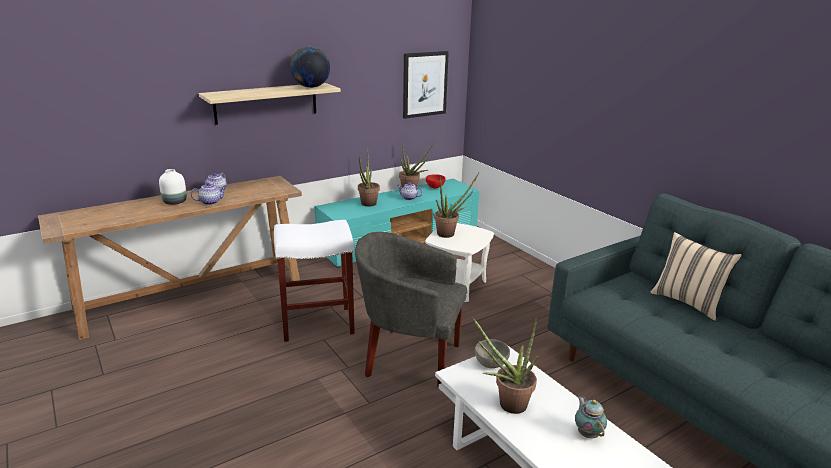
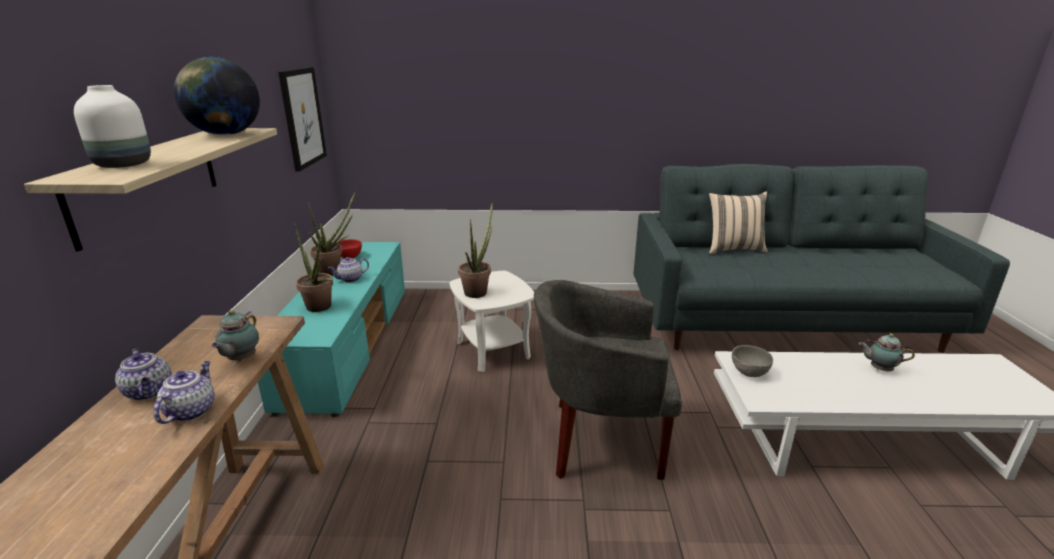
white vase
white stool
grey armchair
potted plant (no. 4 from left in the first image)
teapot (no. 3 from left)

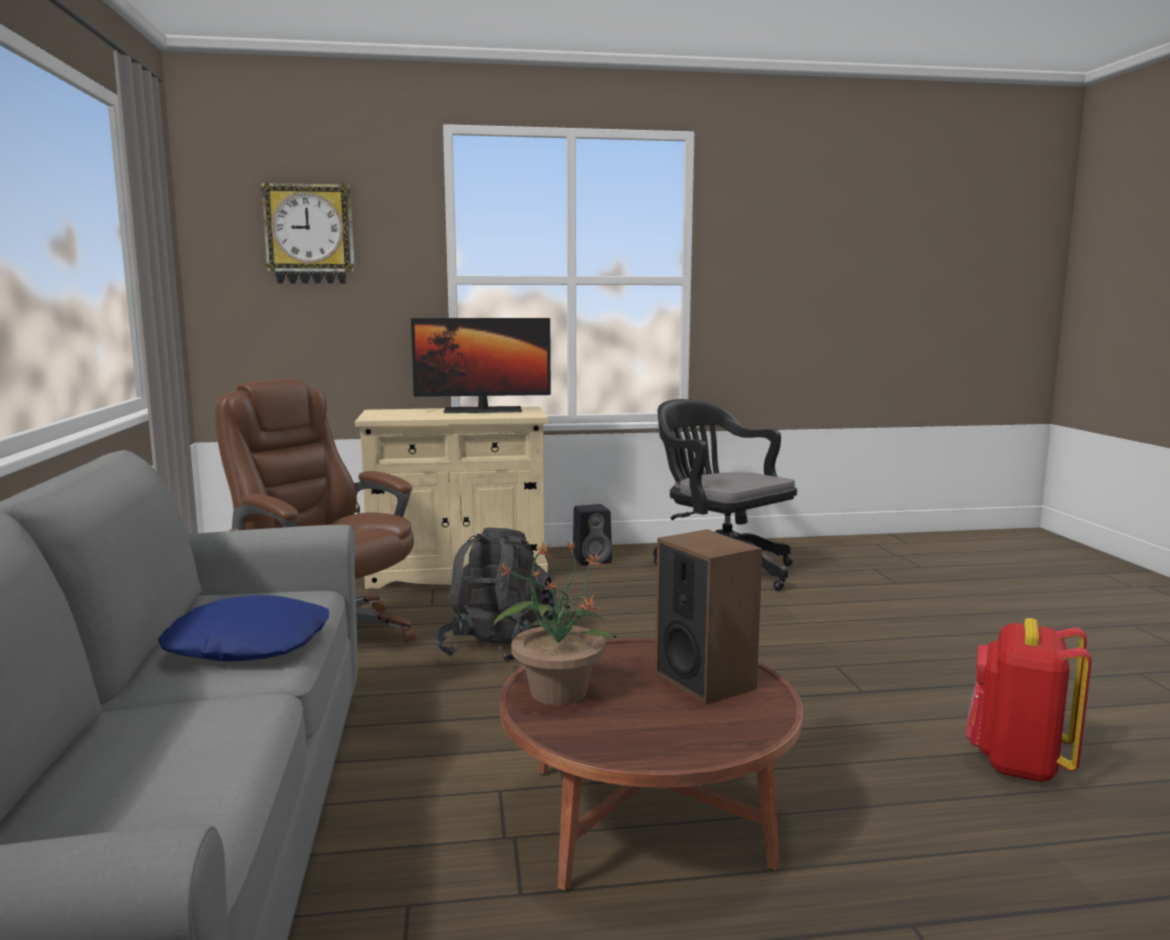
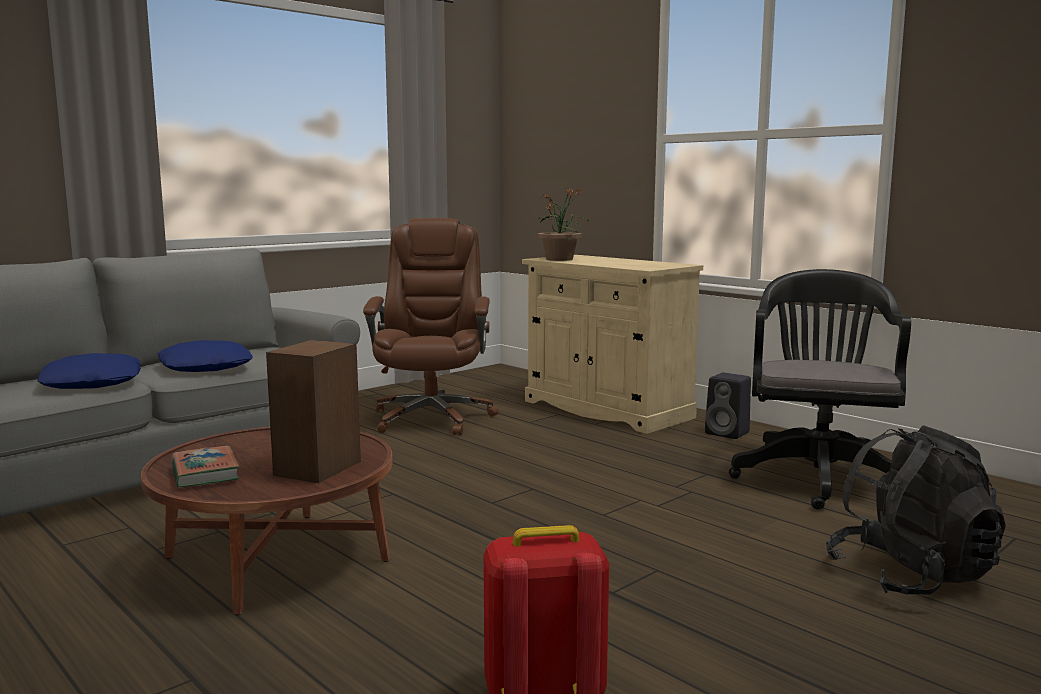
wall clock
monitor
black backpack
potted plant
blue pillow (no. 1 from left)
book

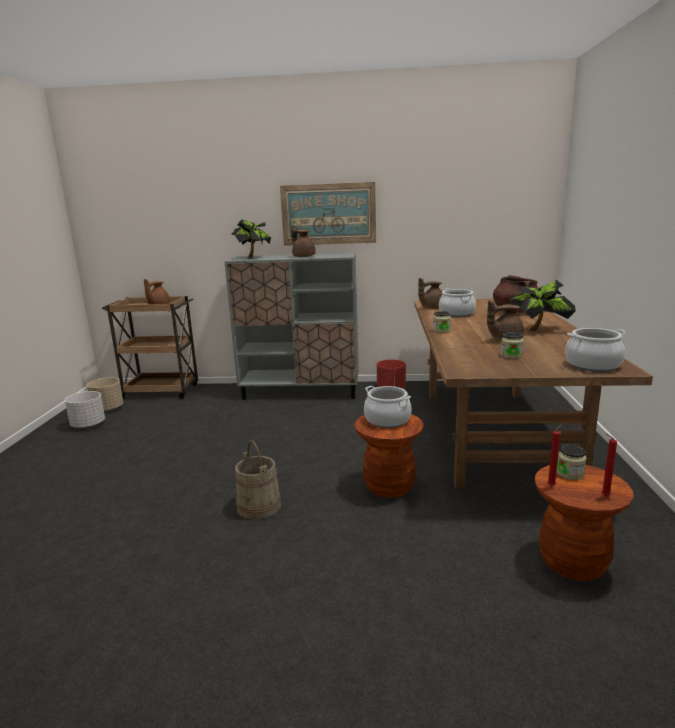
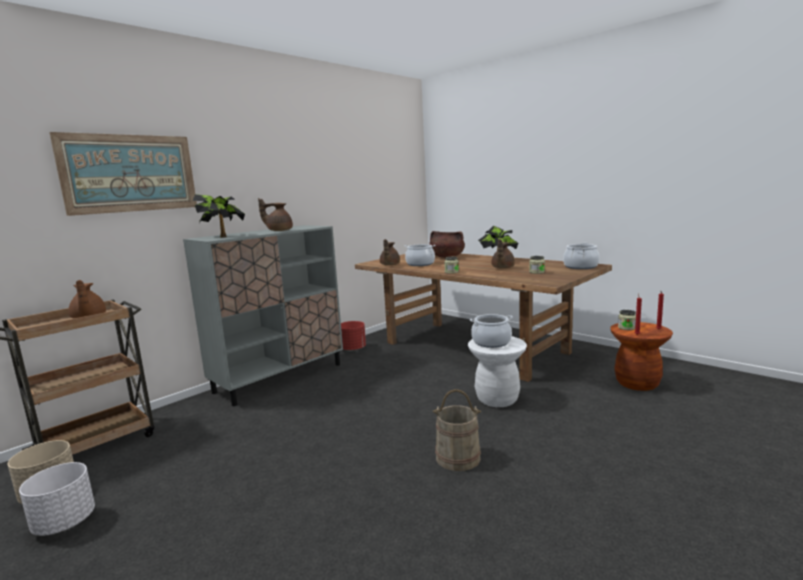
picture
white stool

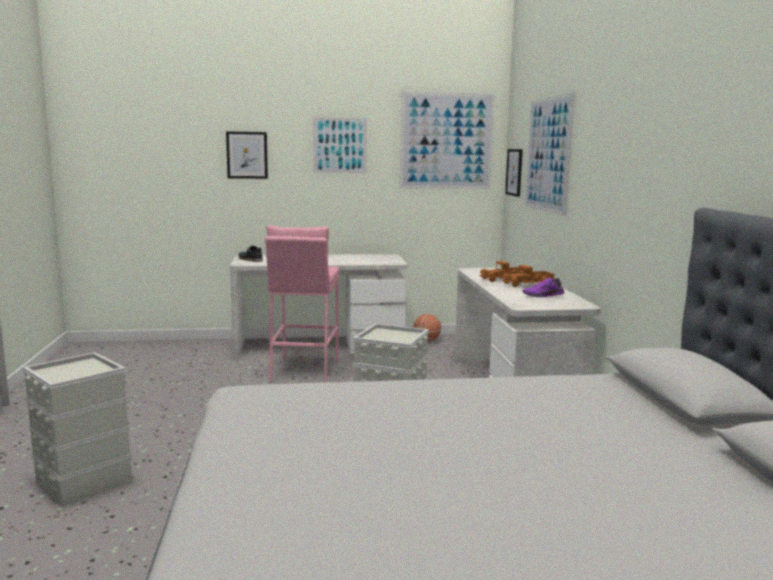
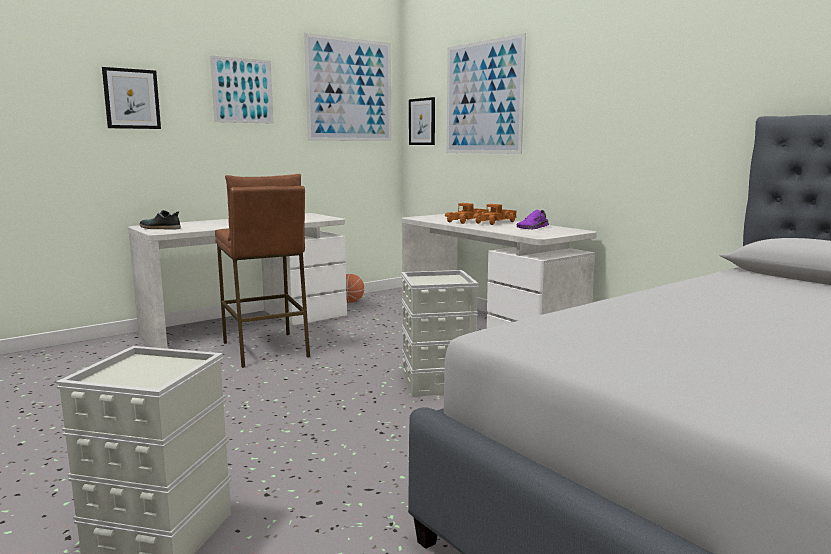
brown stool

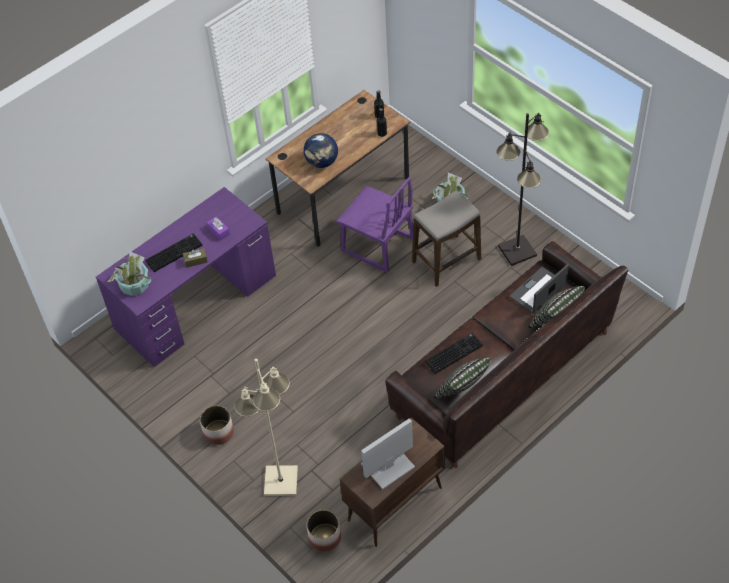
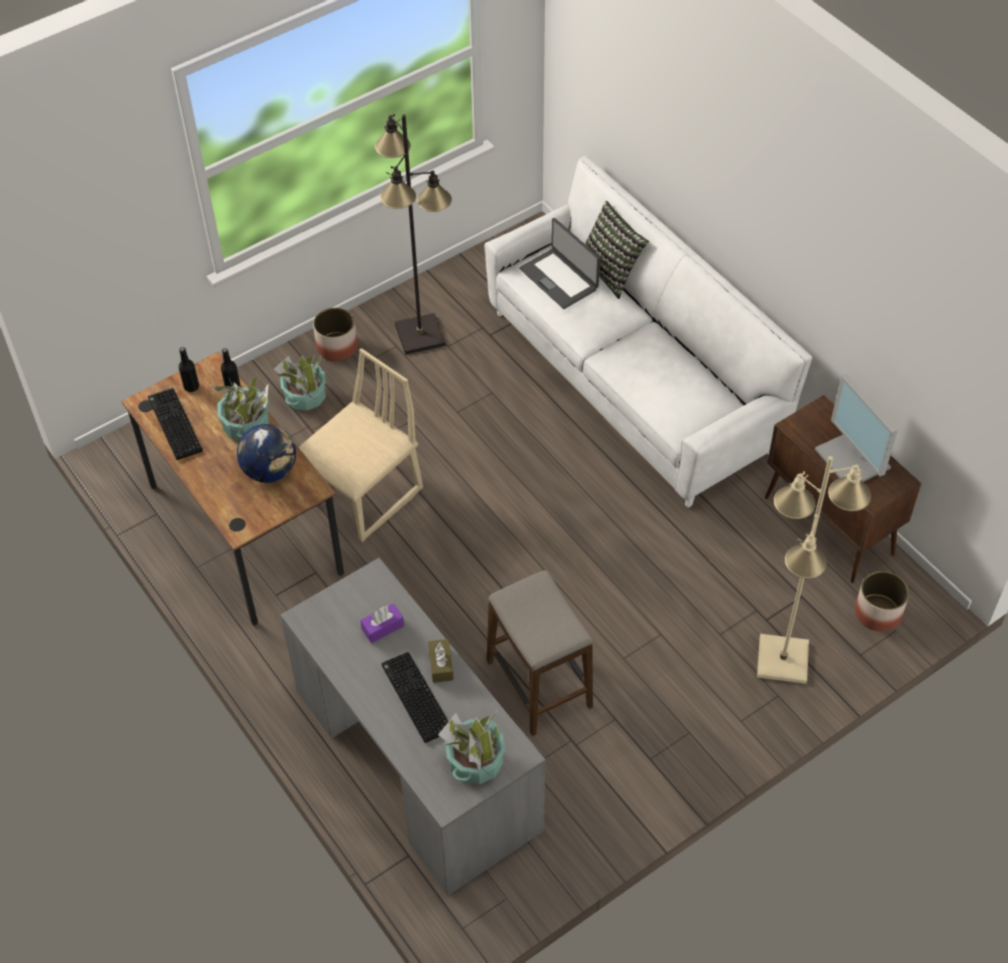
grey desk
planter (no. 1 from left)
beige chair
white sofa
stool
keyboard (no. 1 from left)
pillow (no. 1 from left in the first image)
potted plant (no. 1 from left)

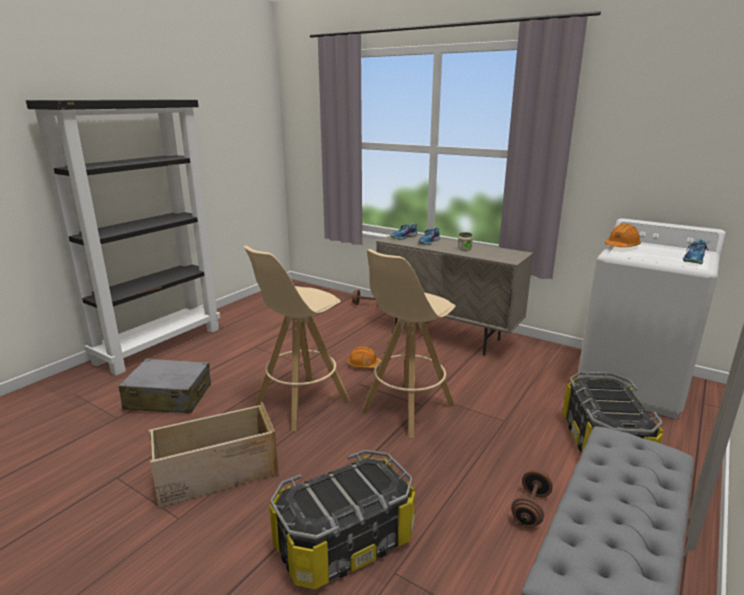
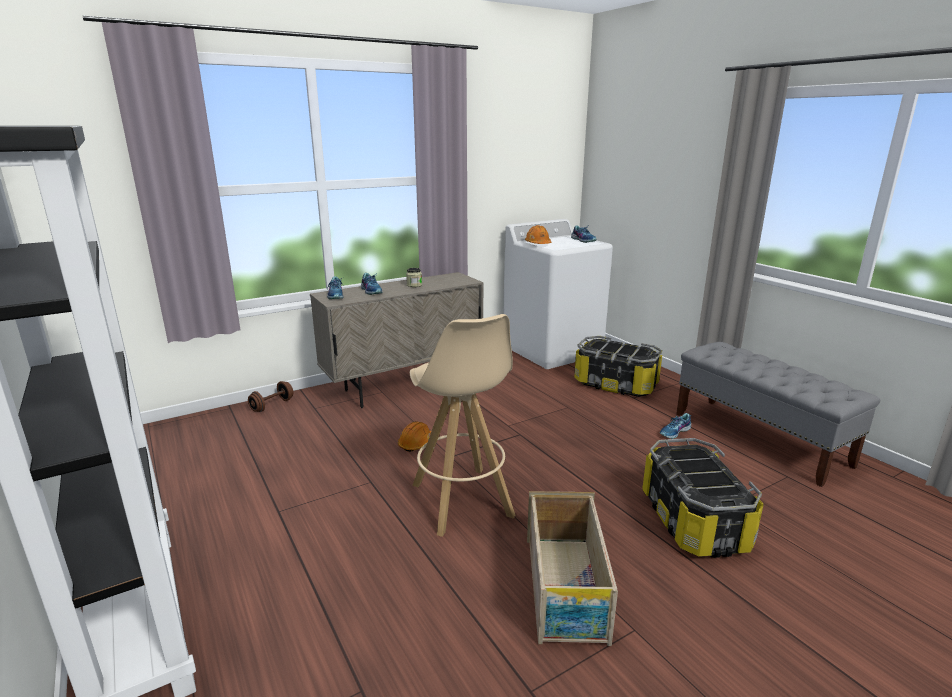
grey suitcase
beige stool (no. 2 from left in the first image)
shoe (no. 4 from left)

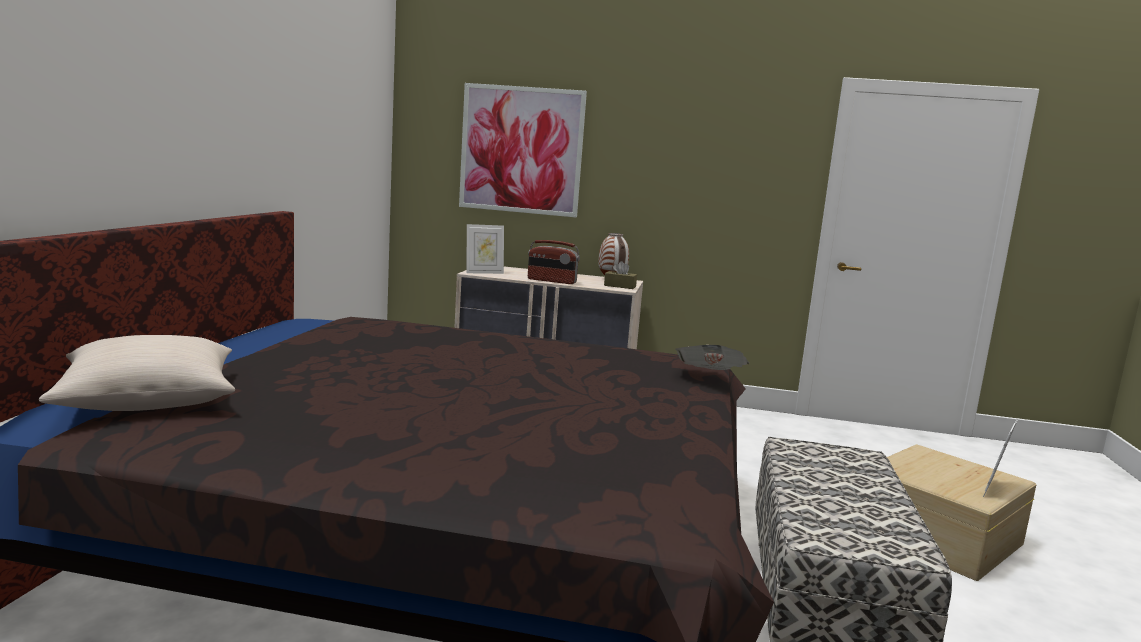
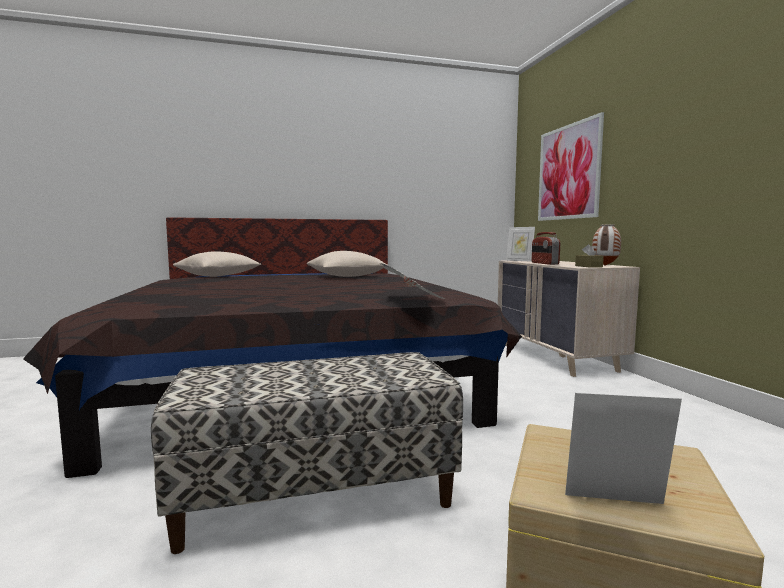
beige pillow (no. 2 from left)

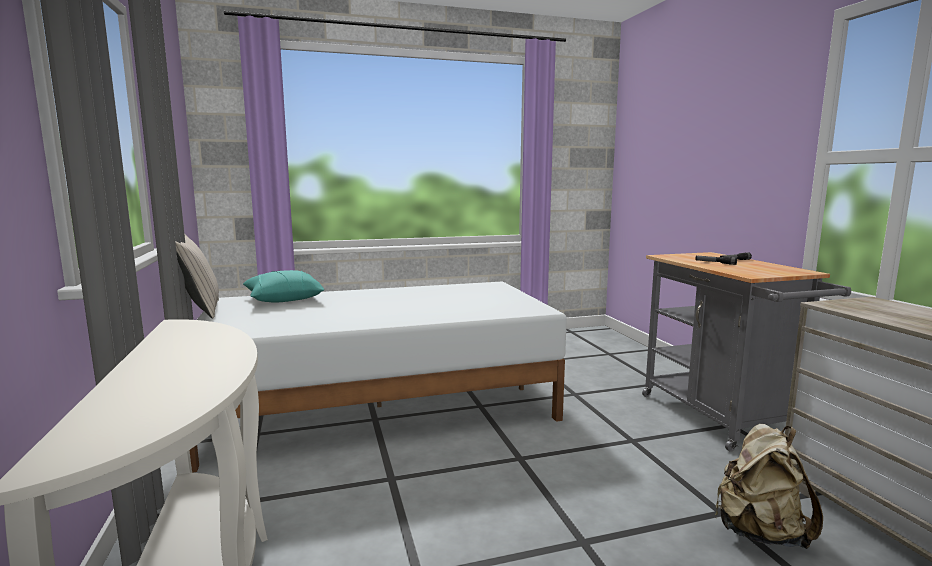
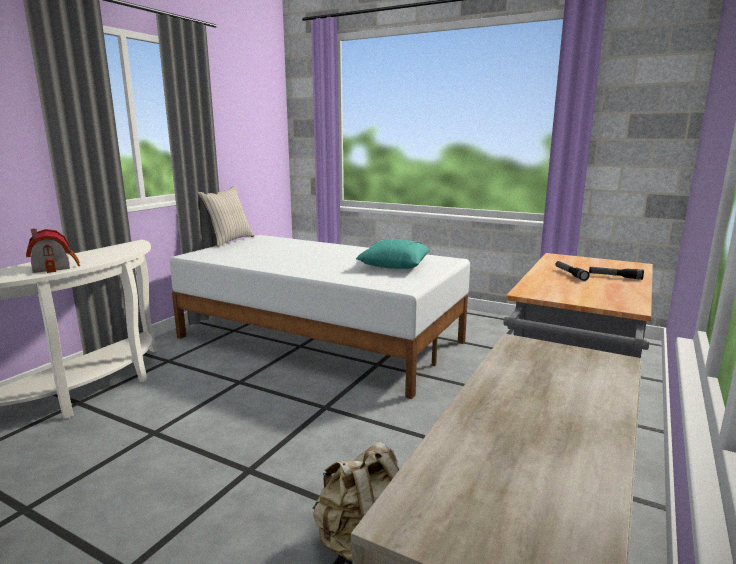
turquoise pillow
toy house

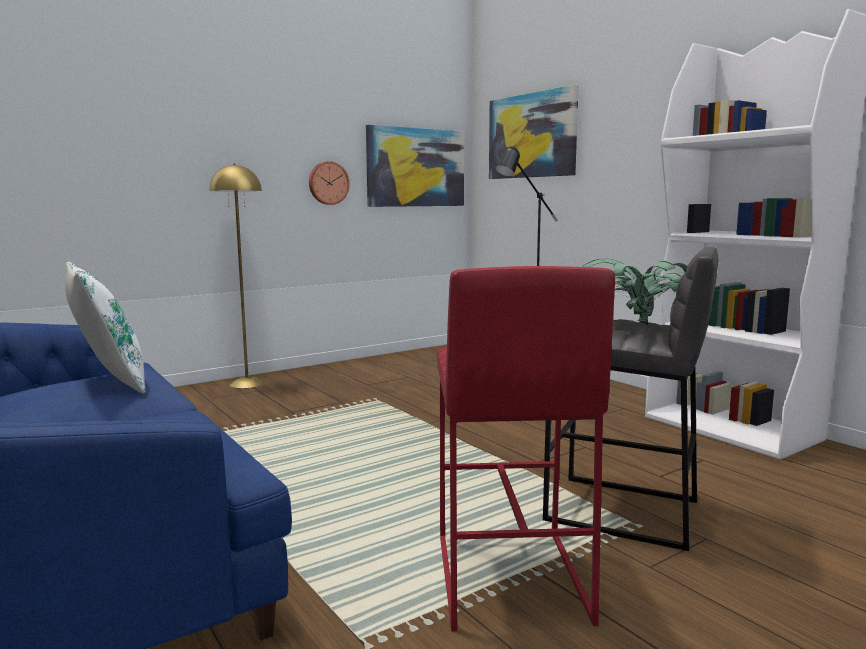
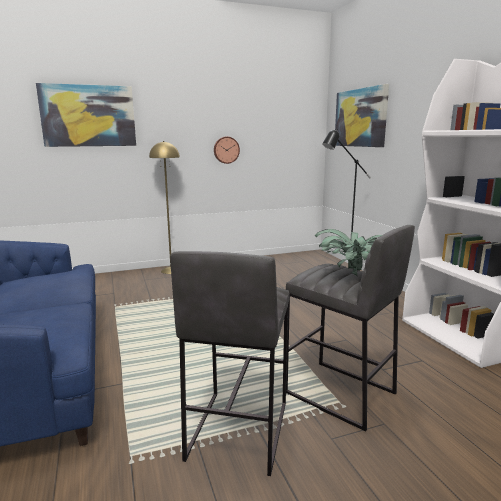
white pillow
picture (no. 1 from left)
grey stool (no. 1 from left)

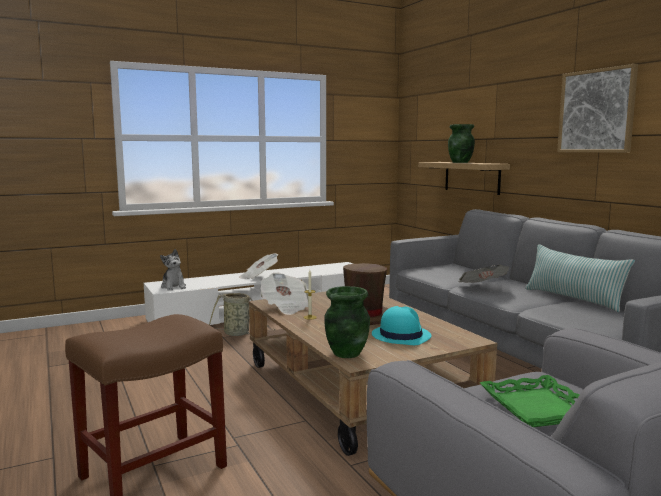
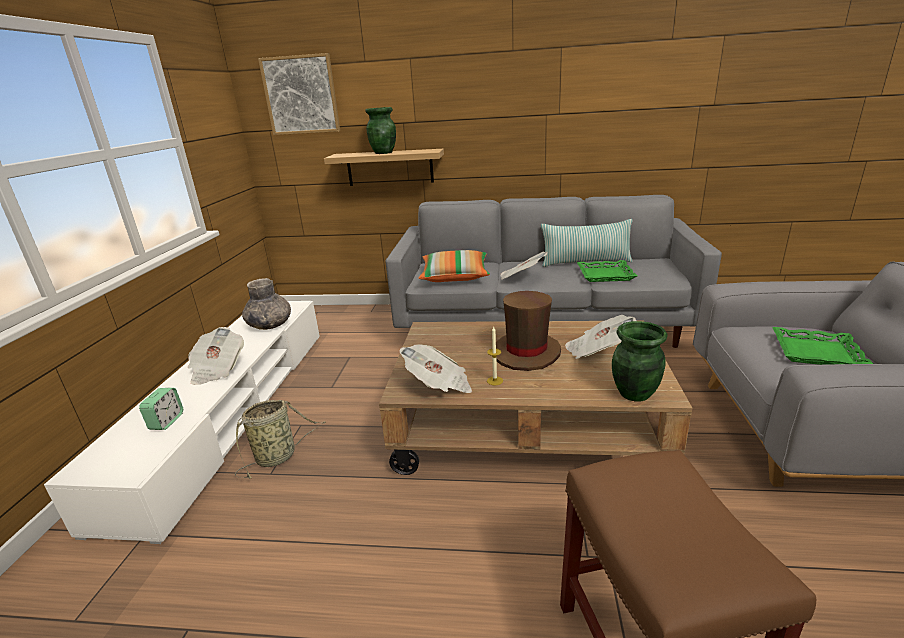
plush toy
newspaper (no. 4 from left)
picture
alarm clock
grey vase
pillow (no. 1 from left)
green tray (no. 1 from left)

